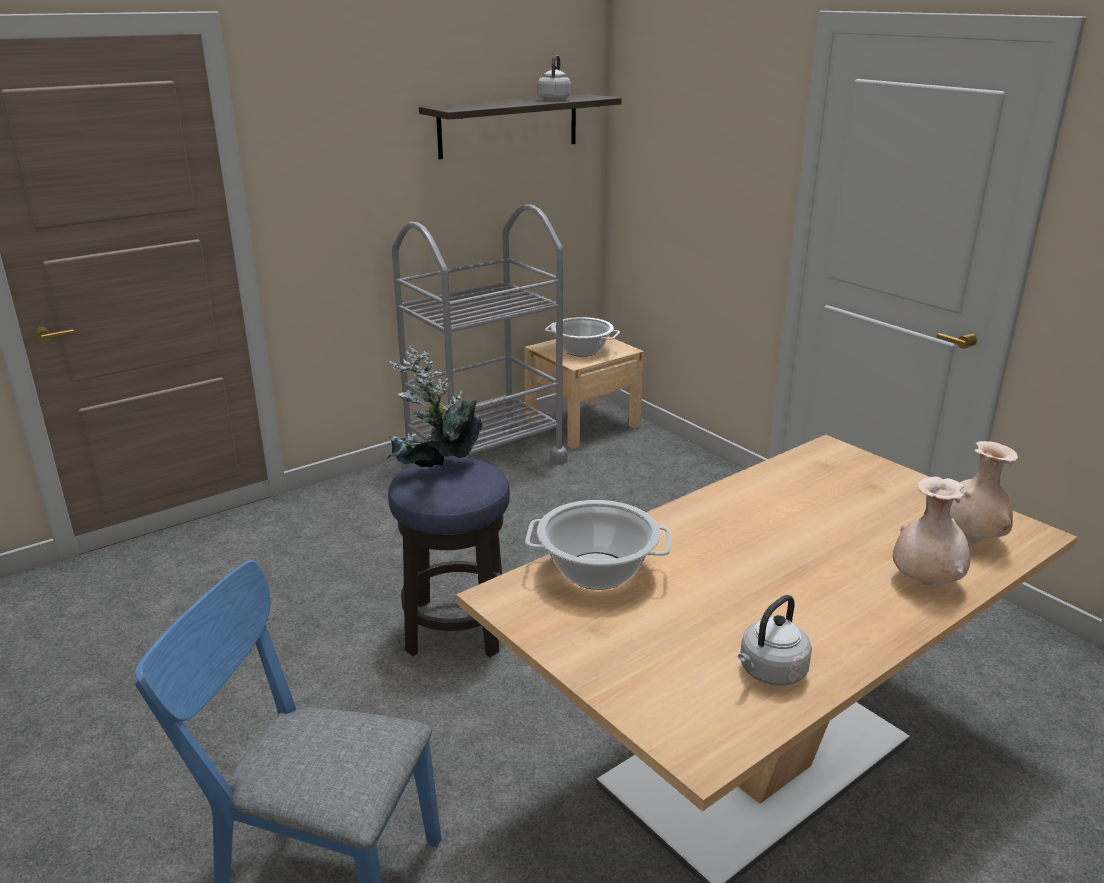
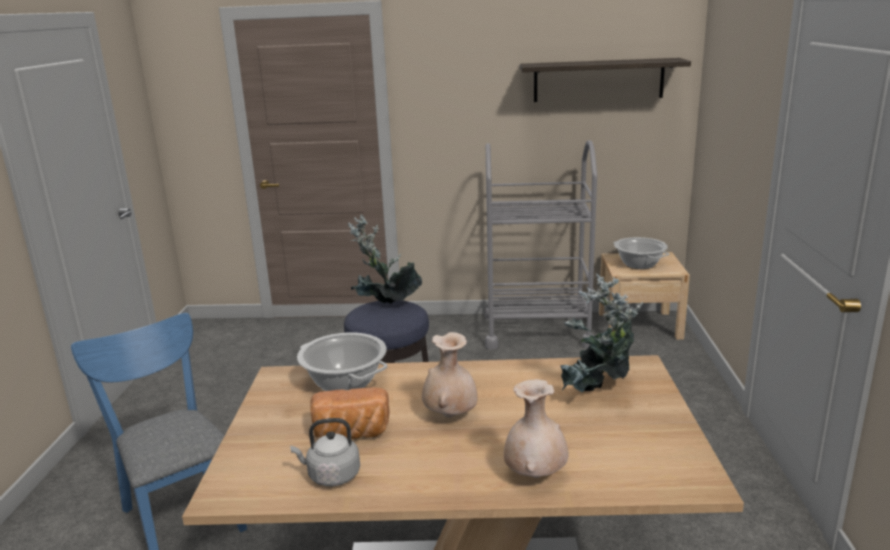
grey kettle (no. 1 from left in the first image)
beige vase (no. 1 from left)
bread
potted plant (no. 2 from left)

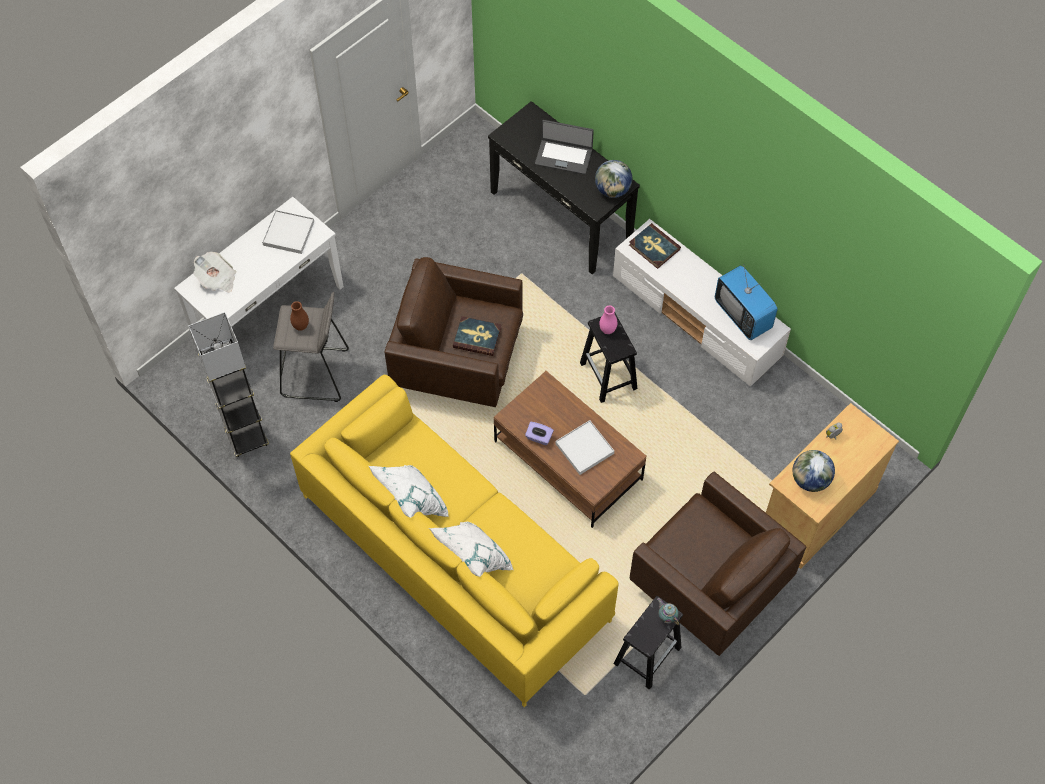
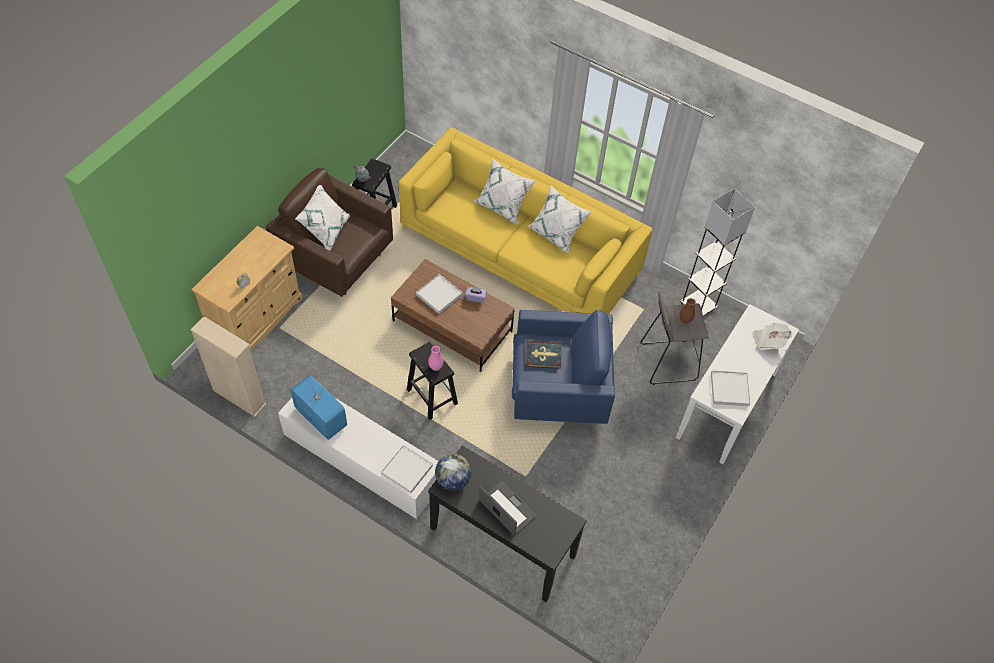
blue armchair
laptop
white tray (no. 1 from left)
globe (no. 2 from left in the first image)
beige bookcase
white pillow (no. 1 from left)

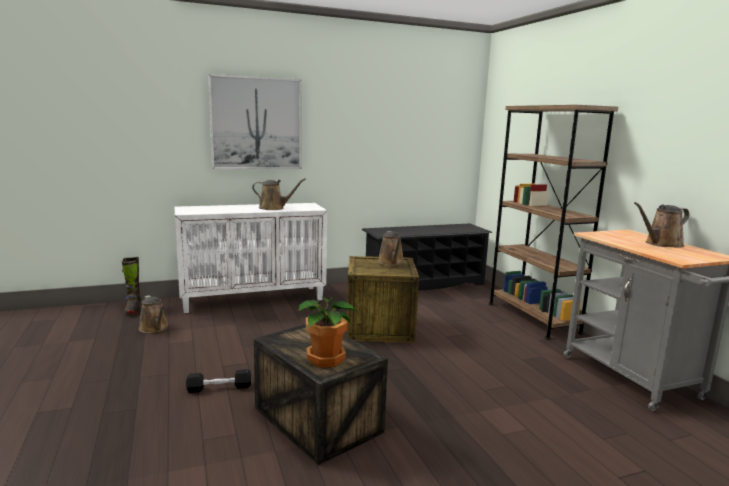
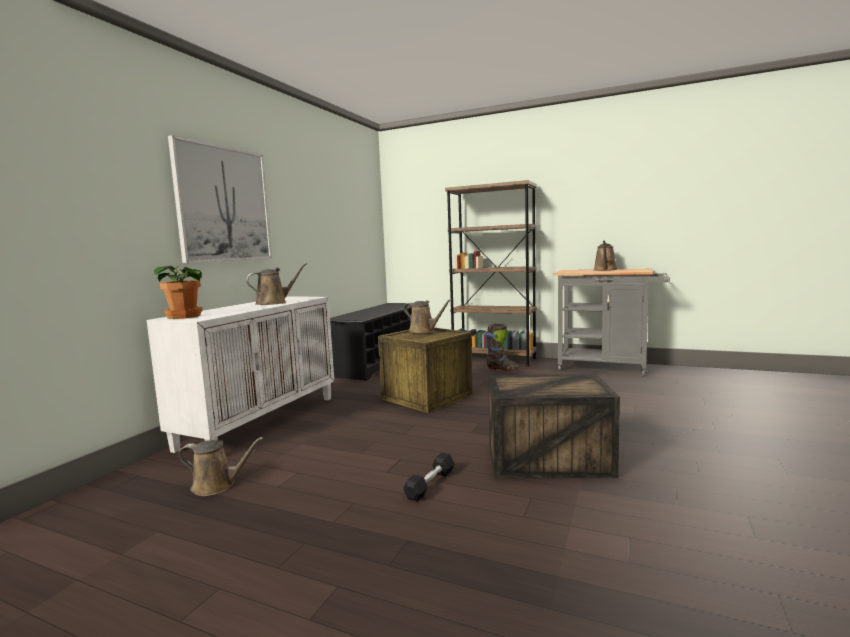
black boot
potted plant

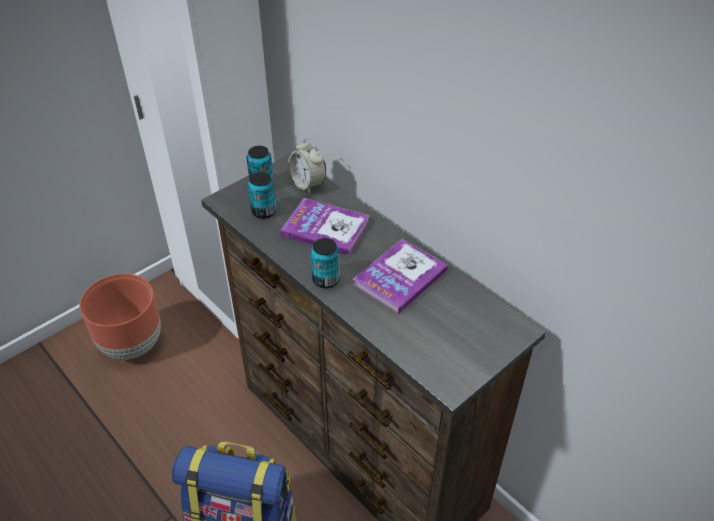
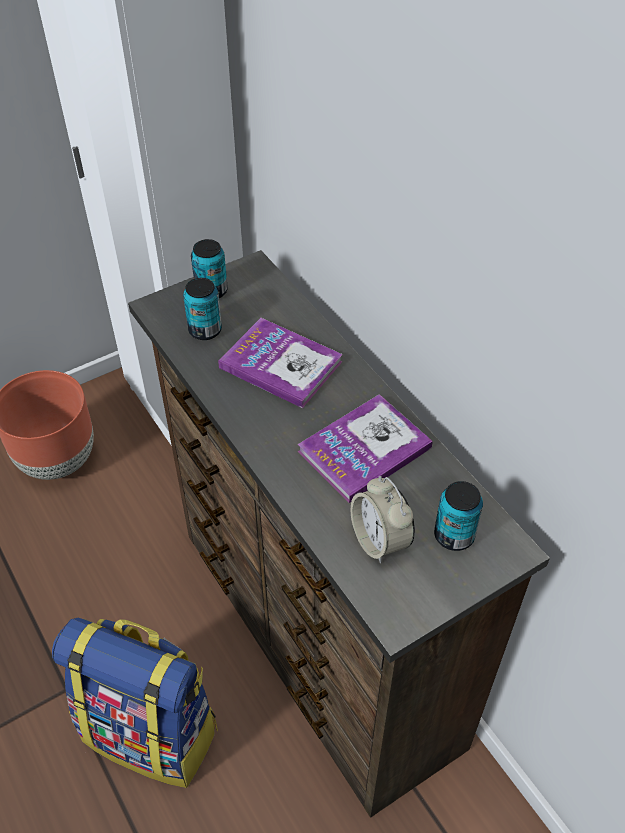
alarm clock
can (no. 3 from left)

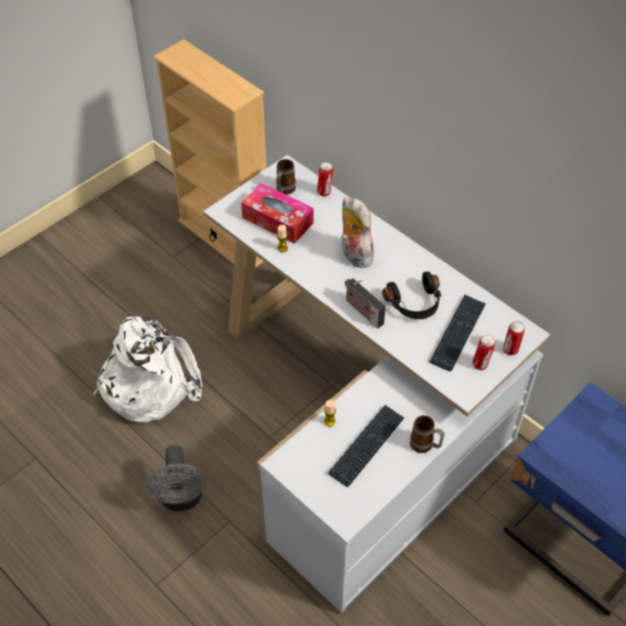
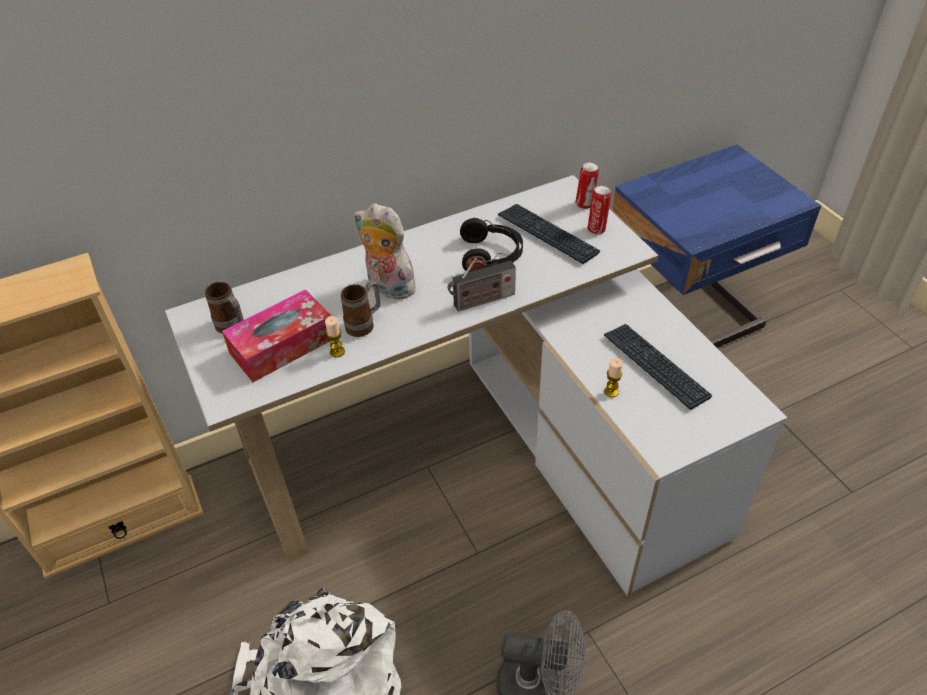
can (no. 1 from left in the first image)
plush toy
mug (no. 2 from left)

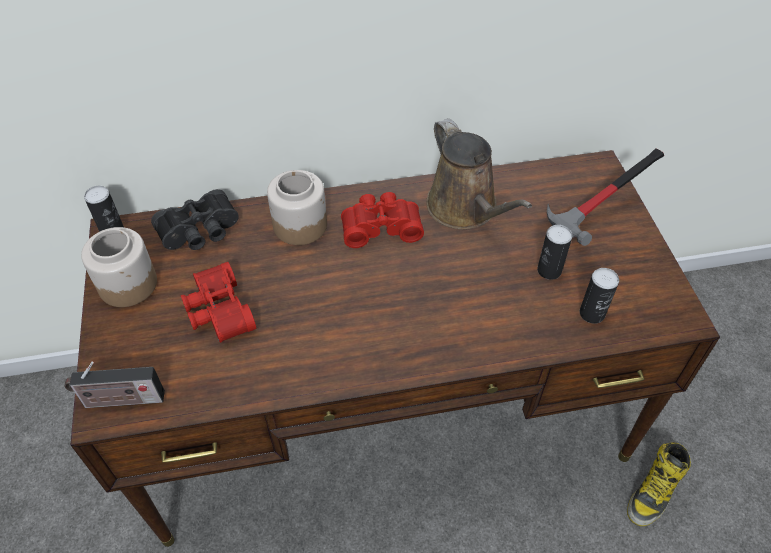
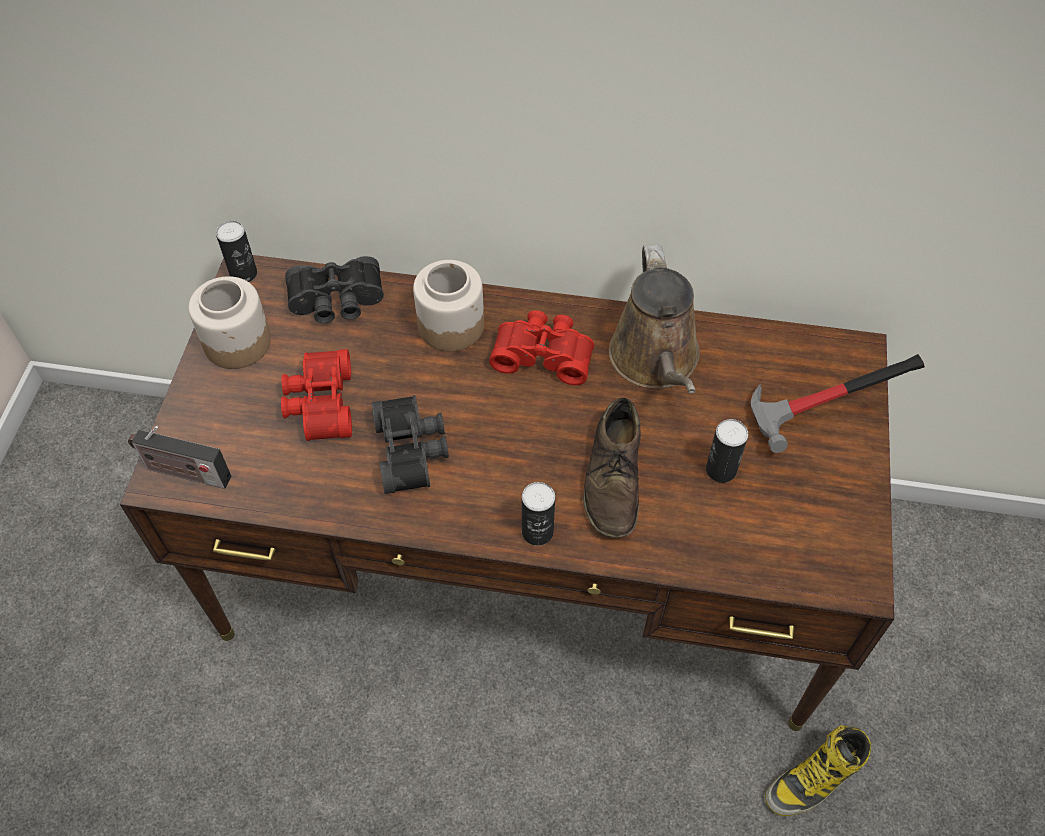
can (no. 2 from left)
black binoculars (no. 2 from left)
brown shoe

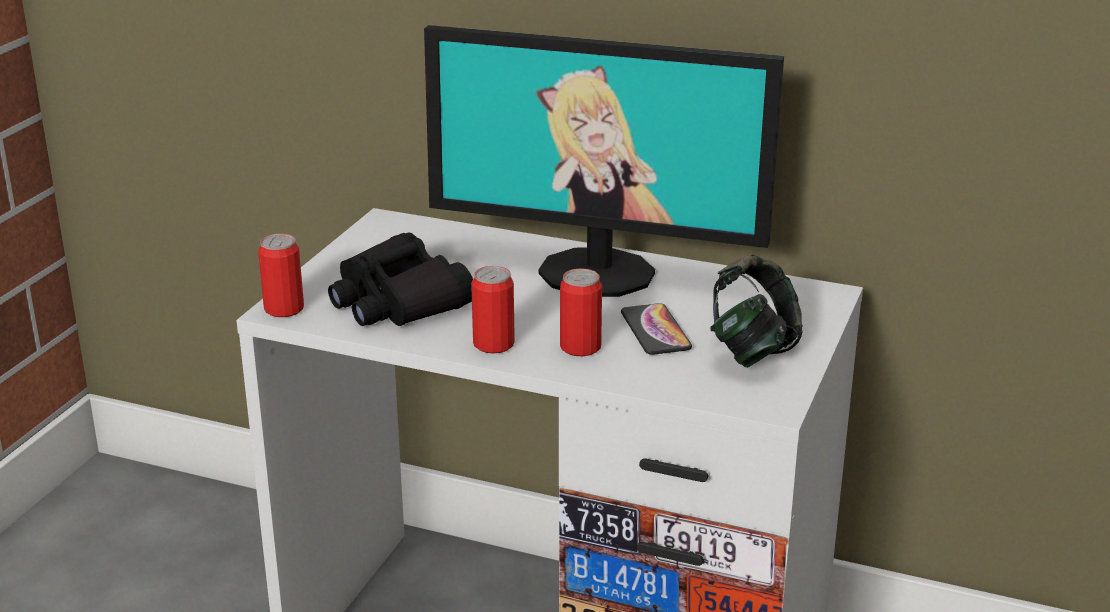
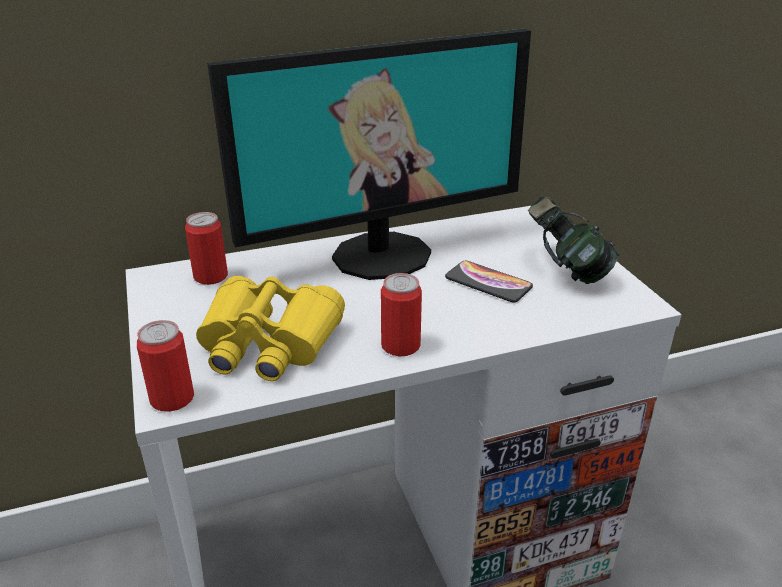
yellow binoculars
can (no. 2 from left)

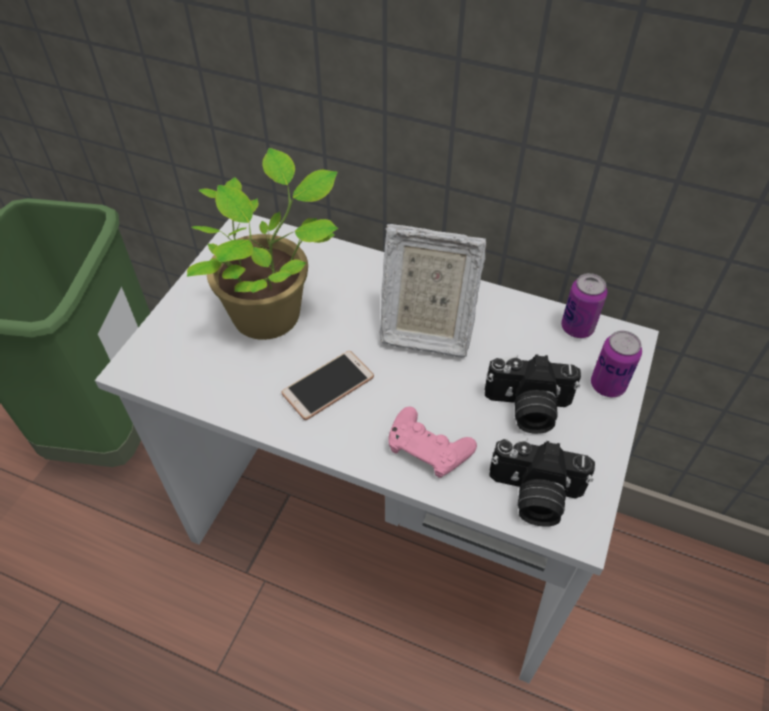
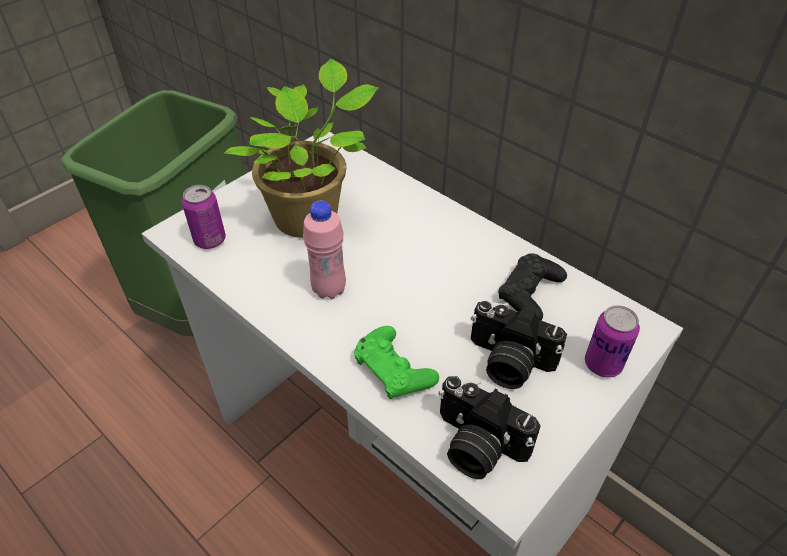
pink bottle
picture frame
green game controller
can (no. 1 from left)
black game controller

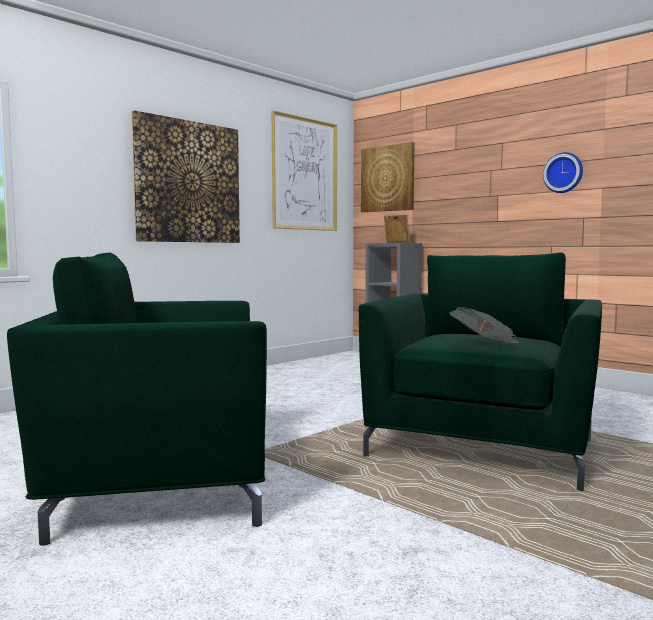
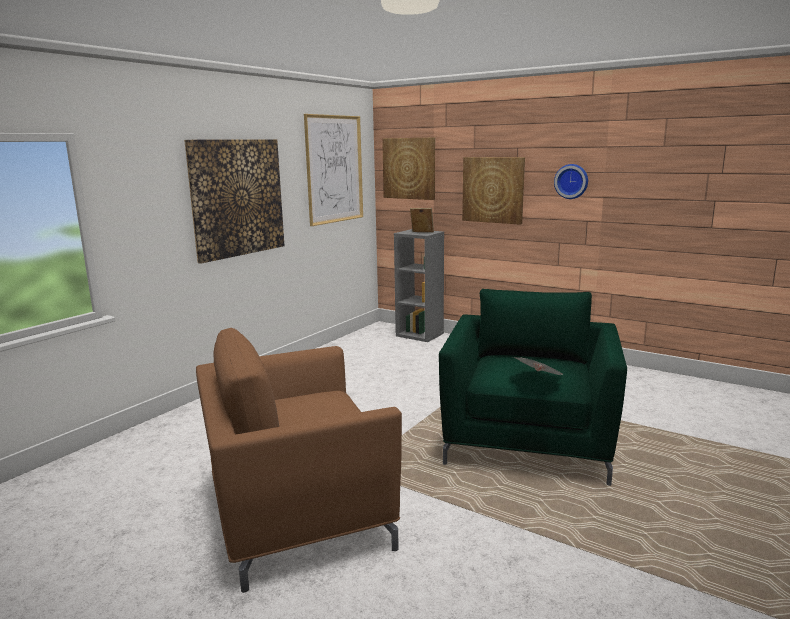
brown armchair
picture (no. 4 from left)

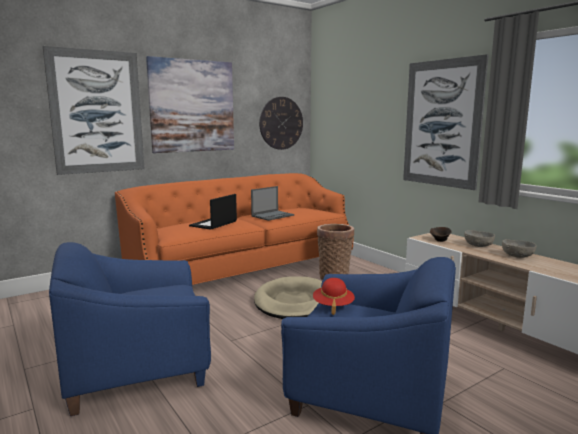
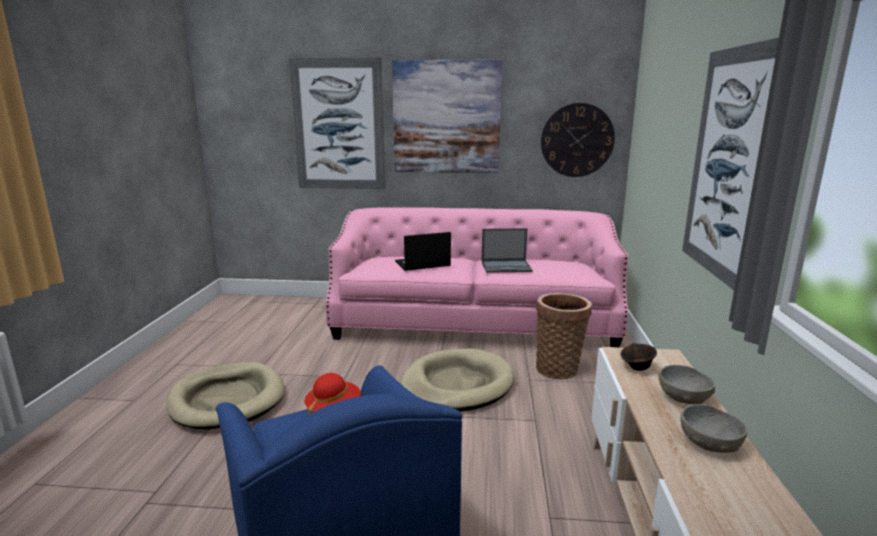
beige dog bed (no. 1 from left)
pink sofa

